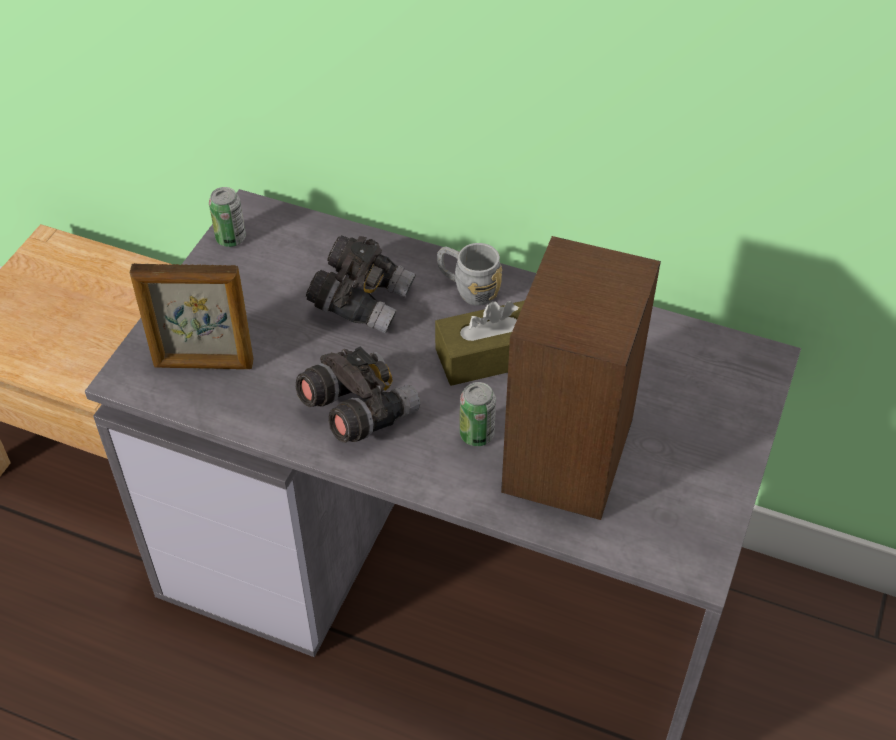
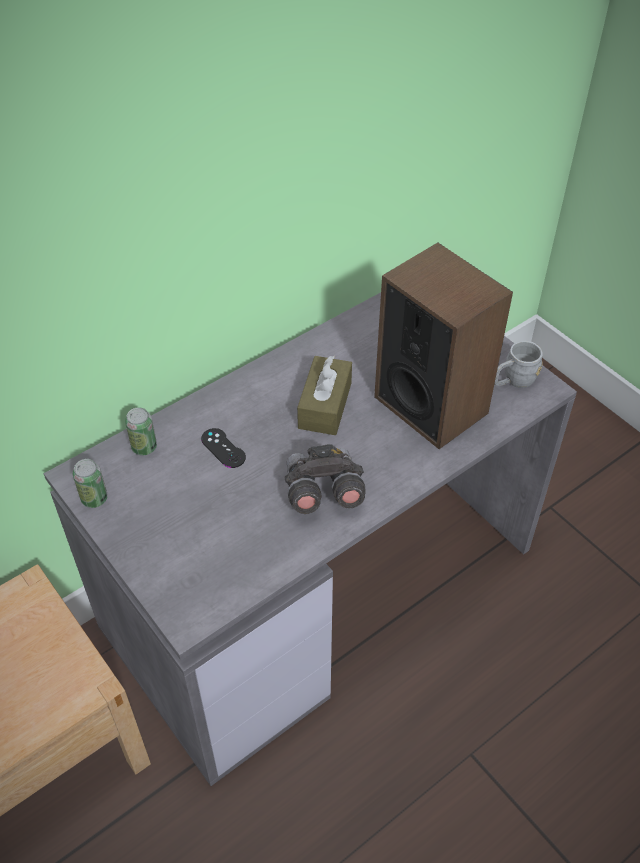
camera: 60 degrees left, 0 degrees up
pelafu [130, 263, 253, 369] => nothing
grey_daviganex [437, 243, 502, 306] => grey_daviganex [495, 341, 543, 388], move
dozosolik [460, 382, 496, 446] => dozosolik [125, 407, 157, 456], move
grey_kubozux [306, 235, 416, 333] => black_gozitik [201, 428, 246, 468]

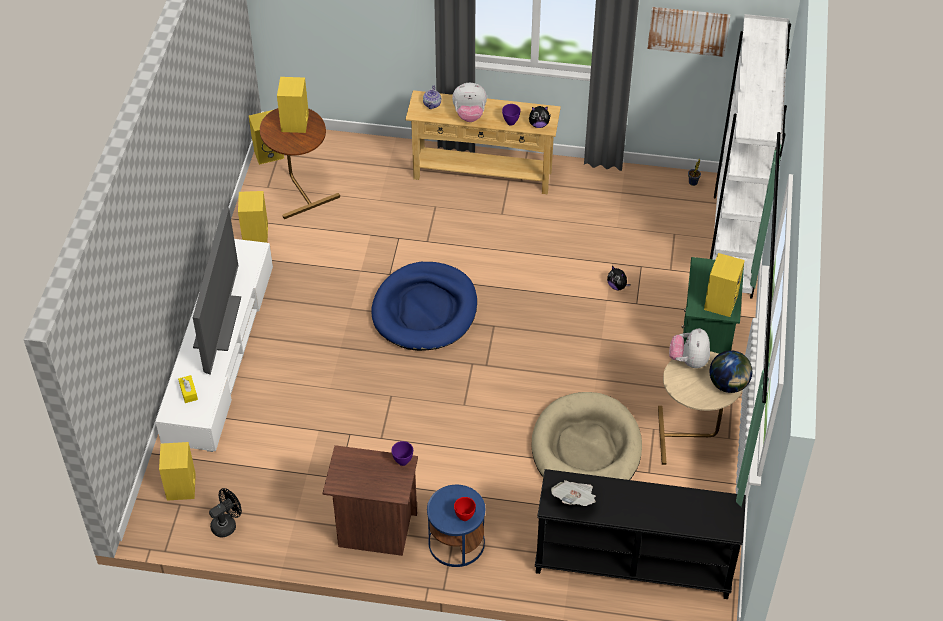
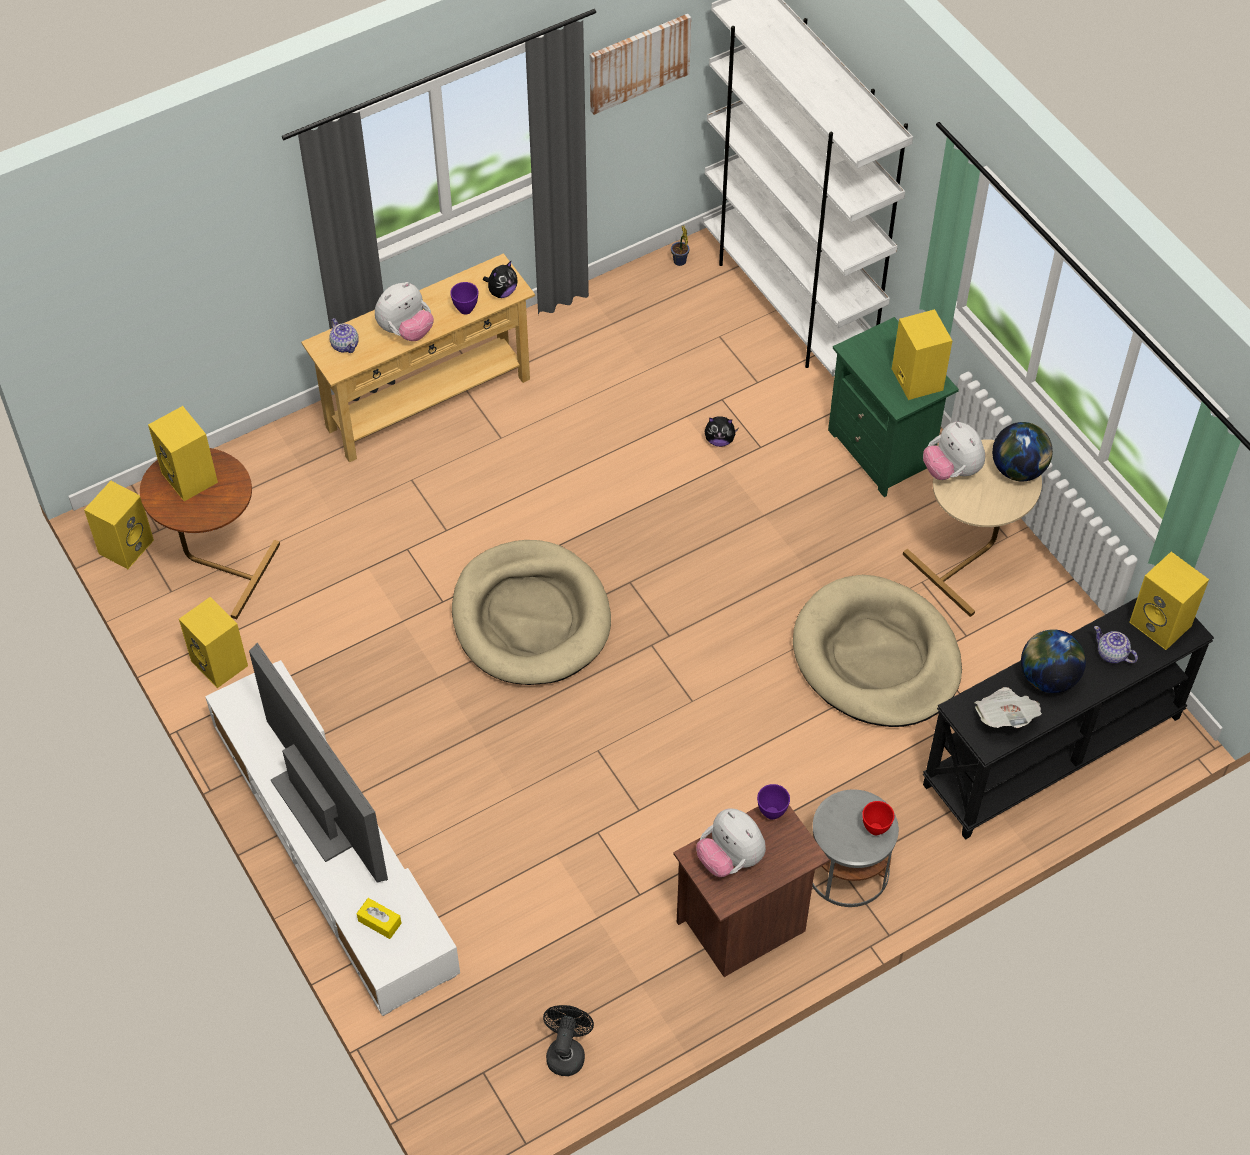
camera: 40 degrees left, 5 degrees up
nothing => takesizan [696, 809, 766, 877]
nothing => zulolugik [1021, 629, 1086, 693]
nothing => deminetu [1094, 626, 1138, 663]
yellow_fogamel [159, 442, 196, 501] => yellow_fogamel [1129, 552, 1209, 650], move
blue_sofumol [371, 262, 477, 351] => beige_sofumol [452, 540, 611, 685]
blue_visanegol [427, 485, 485, 567] => grey_visanegol [812, 790, 899, 907]

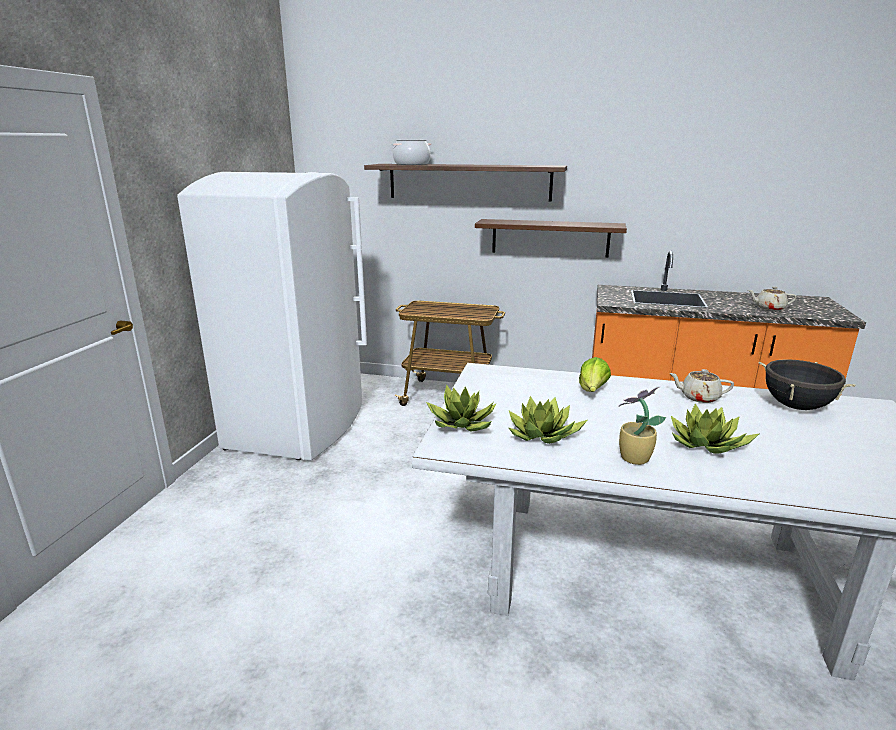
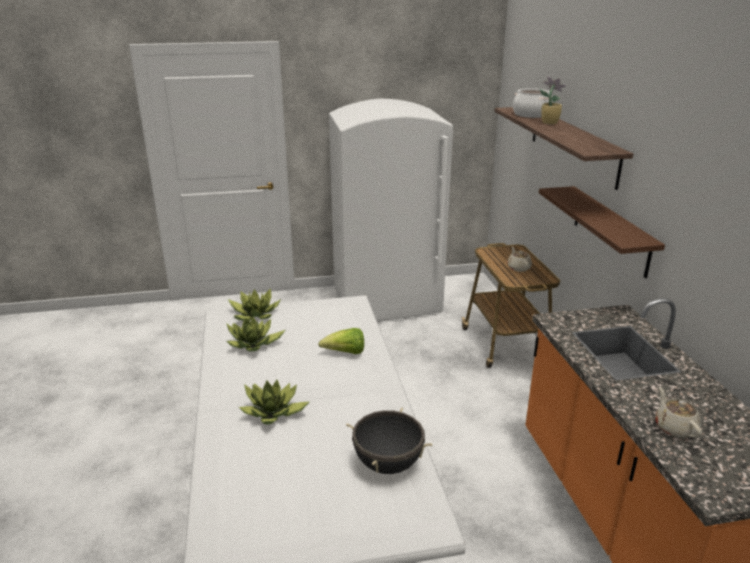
camera: 65 degrees right, 5 degrees up
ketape [618, 386, 666, 465] => ketape [540, 76, 567, 124], move
beige_deminetu [669, 369, 734, 403] => beige_deminetu [507, 247, 532, 272], move

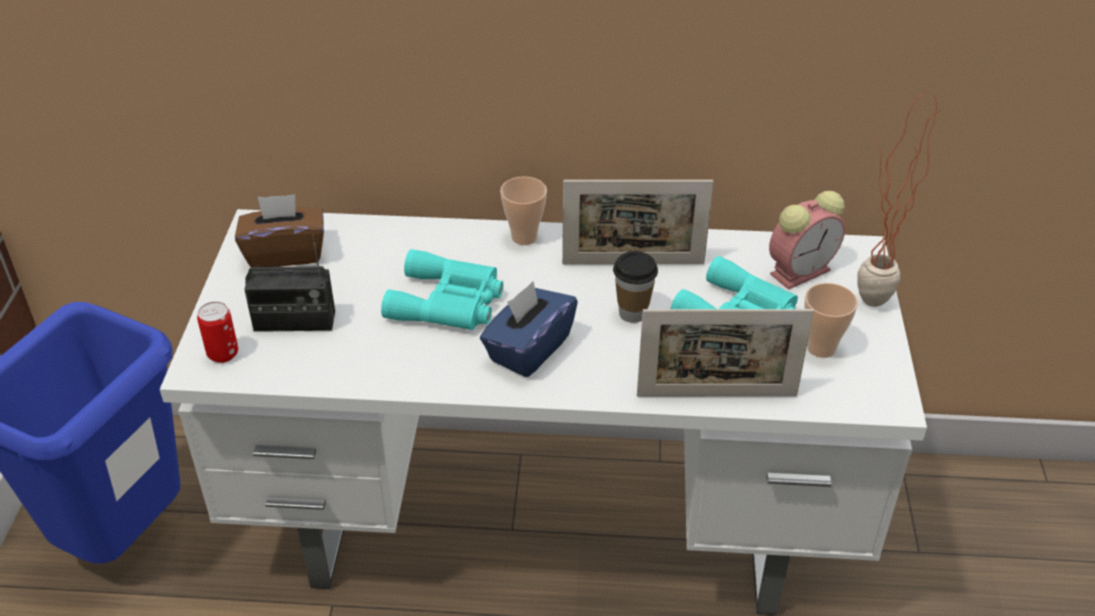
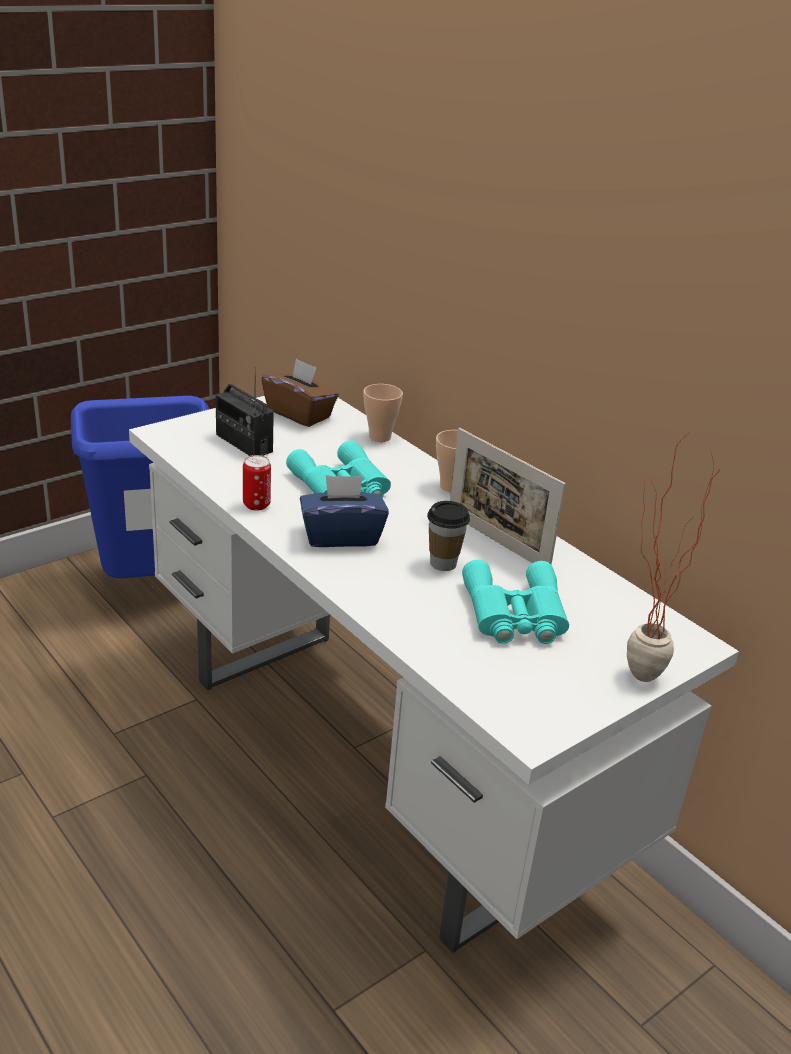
camera: 45 degrees right, 10 degrees down
pelafu [637, 309, 814, 397] => nothing
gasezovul [769, 191, 845, 290] => nothing
dozosolik [197, 301, 238, 363] => dozosolik [243, 455, 271, 511], move
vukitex [804, 283, 858, 358] => vukitex [363, 384, 403, 442], move

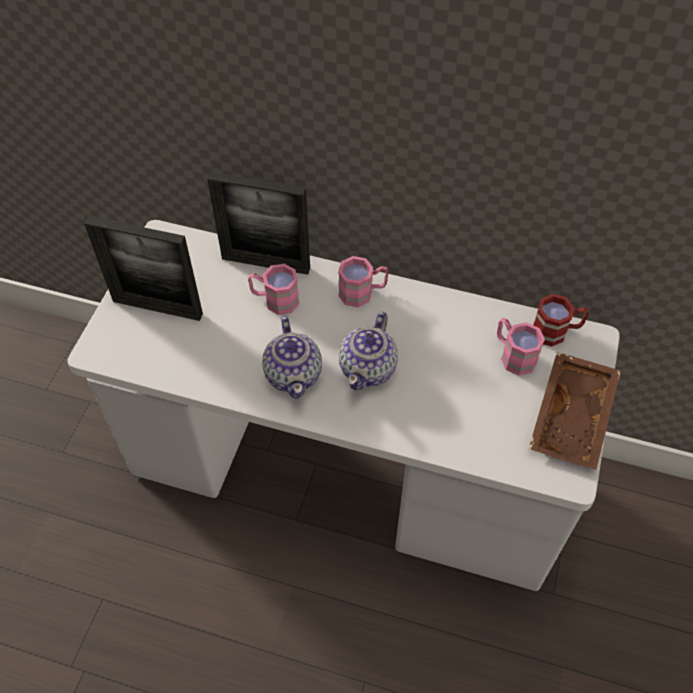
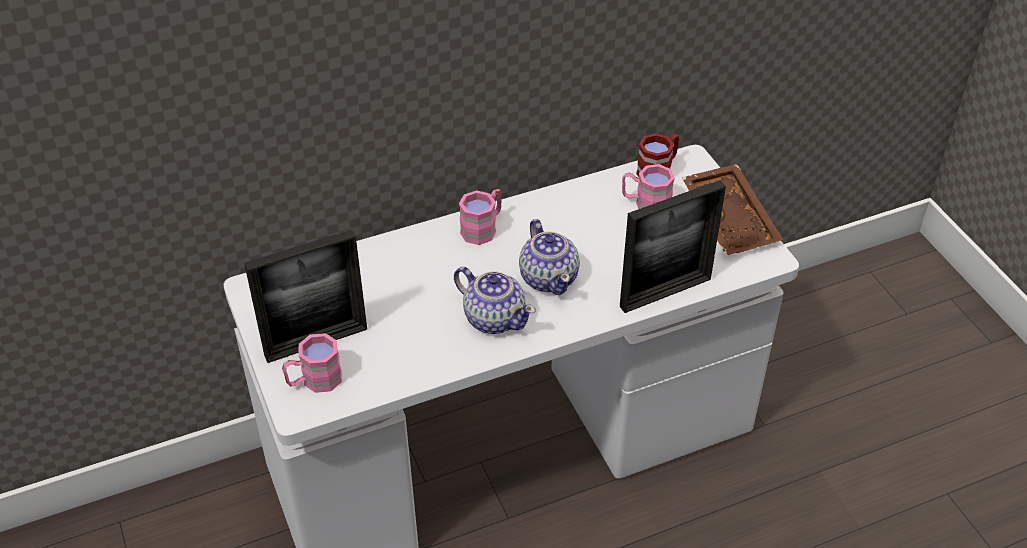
camera: 40 degrees left, 10 degrees down
pelafu [207, 172, 310, 275] => pelafu [620, 180, 726, 313], move
pink_daviganex [248, 264, 299, 315] => pink_daviganex [282, 333, 342, 393], move

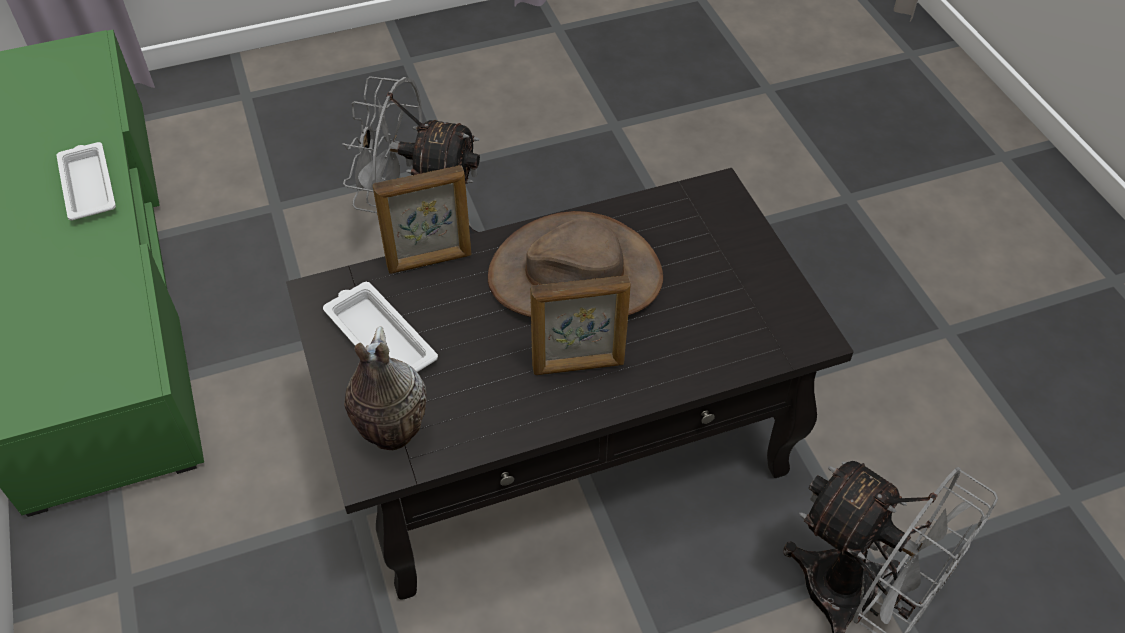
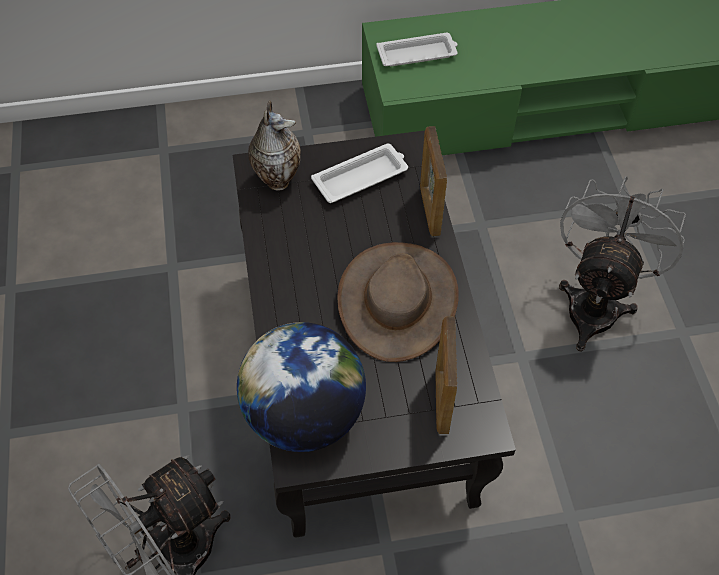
camera: 100 degrees right, 5 degrees up
nothing => zulolugik [237, 322, 366, 452]
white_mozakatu [56, 142, 116, 221] => white_mozakatu [376, 33, 458, 66], move
pelafu [530, 275, 631, 375] => pelafu [436, 316, 457, 434], move

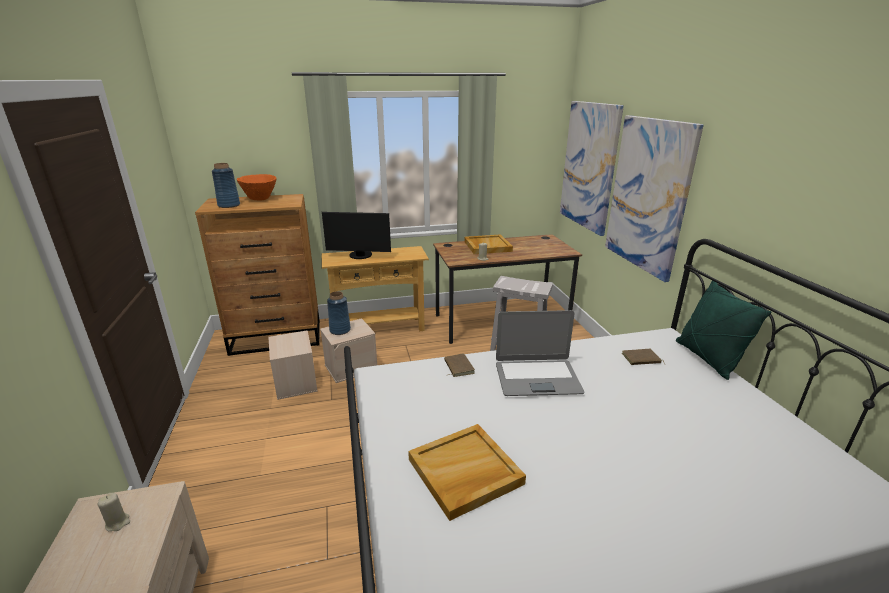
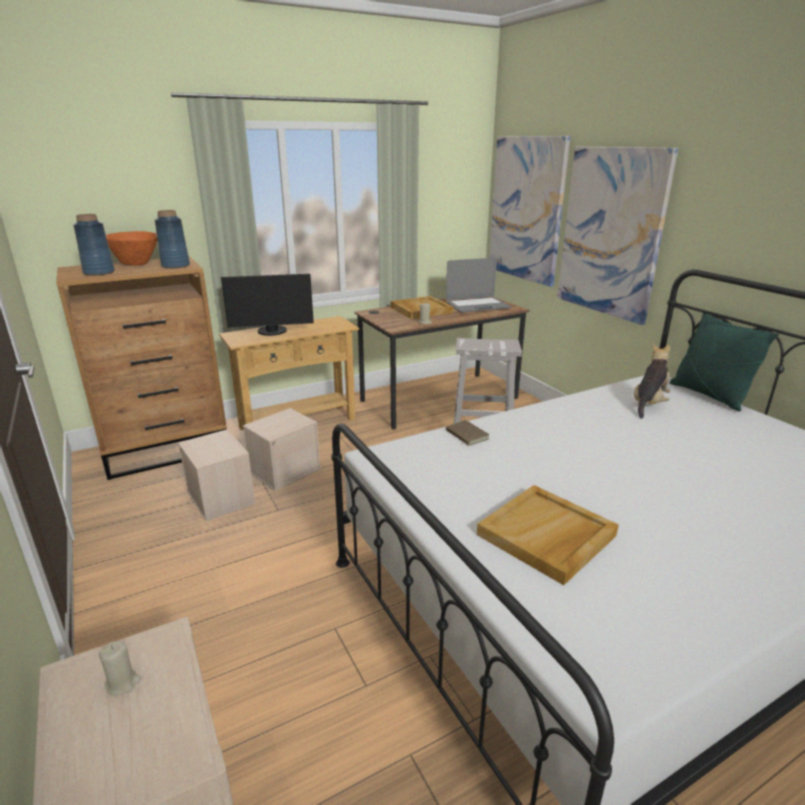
camera: 15 degrees left, 0 degrees up
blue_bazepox [327, 291, 351, 335] => blue_bazepox [155, 210, 190, 269], move
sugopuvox [496, 310, 584, 396] => sugopuvox [446, 258, 511, 312], move
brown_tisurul [622, 349, 665, 365] => takesizan [634, 344, 670, 419]

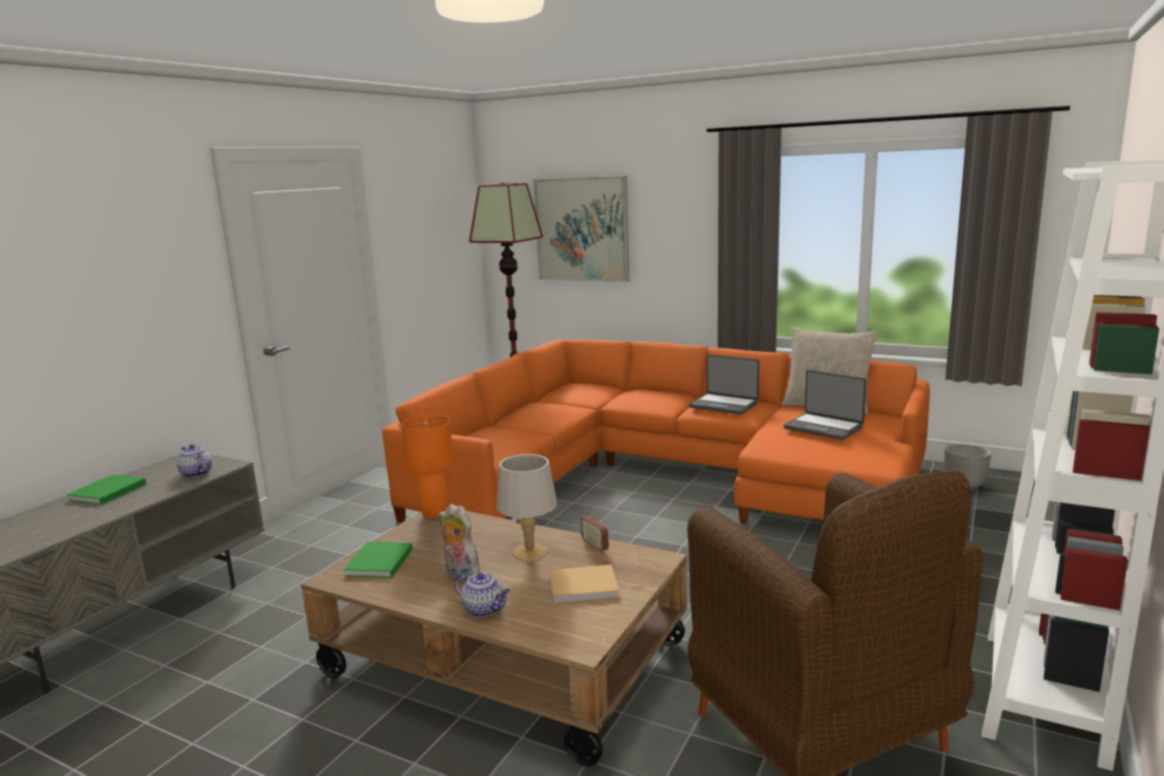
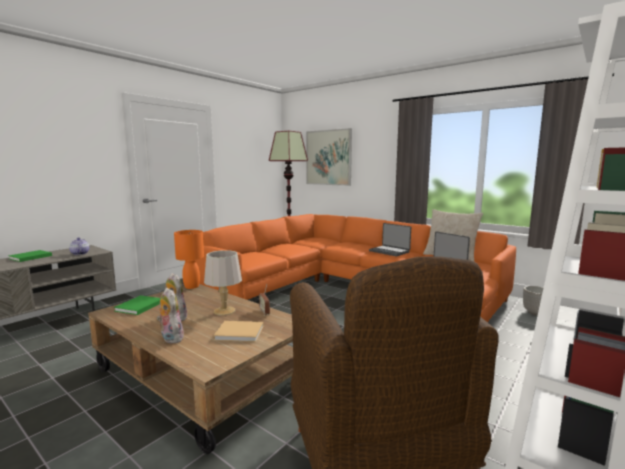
camera: 10 degrees right, 5 degrees down
deminetu [454, 572, 510, 617] => takesizan [157, 288, 184, 344]

